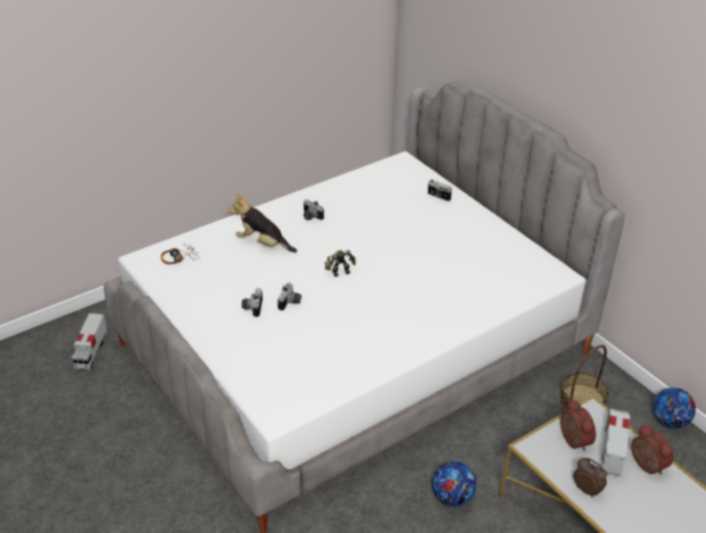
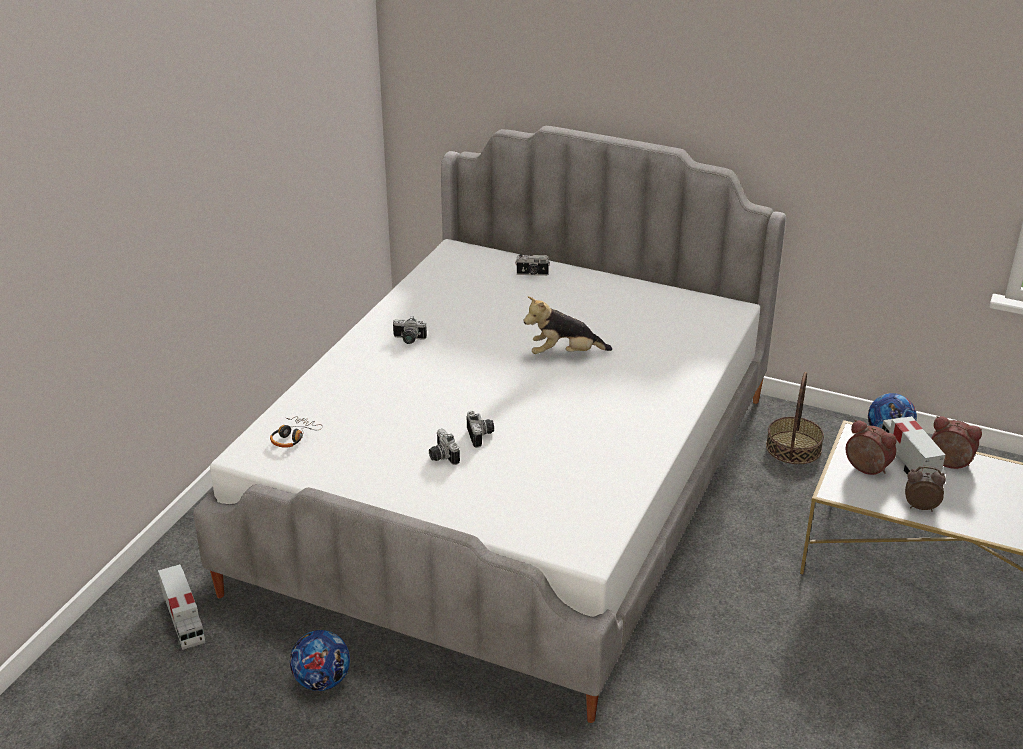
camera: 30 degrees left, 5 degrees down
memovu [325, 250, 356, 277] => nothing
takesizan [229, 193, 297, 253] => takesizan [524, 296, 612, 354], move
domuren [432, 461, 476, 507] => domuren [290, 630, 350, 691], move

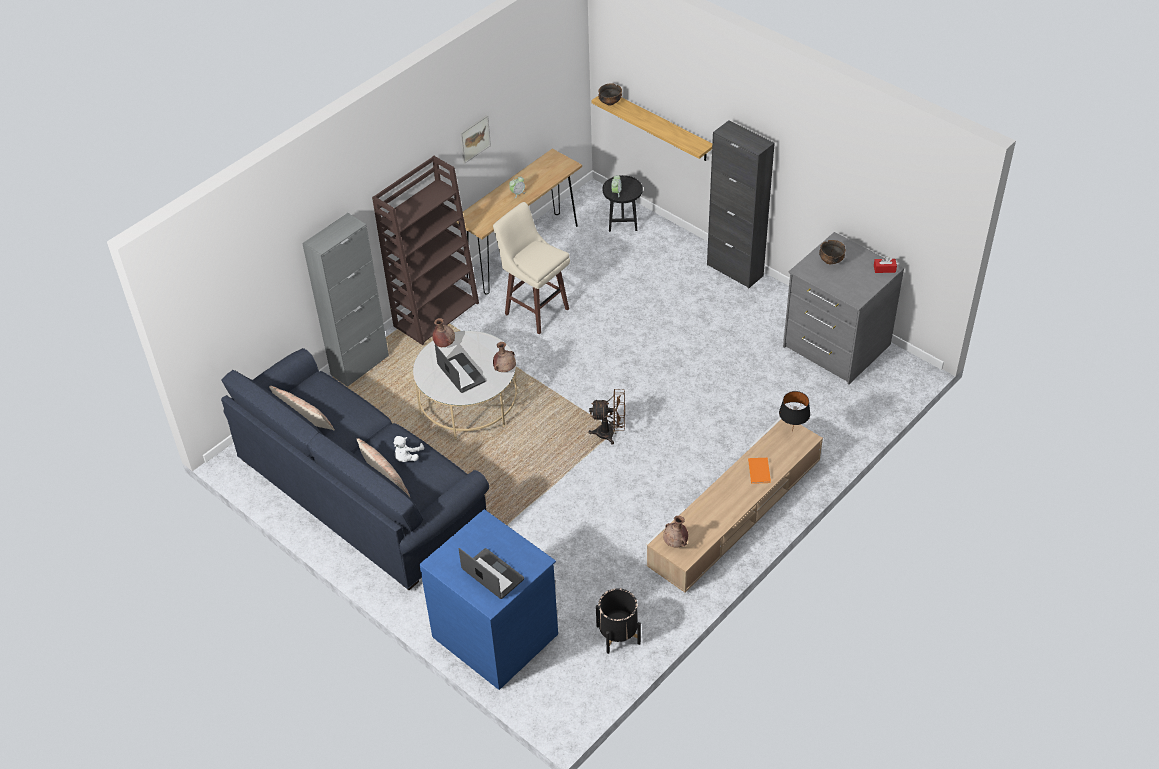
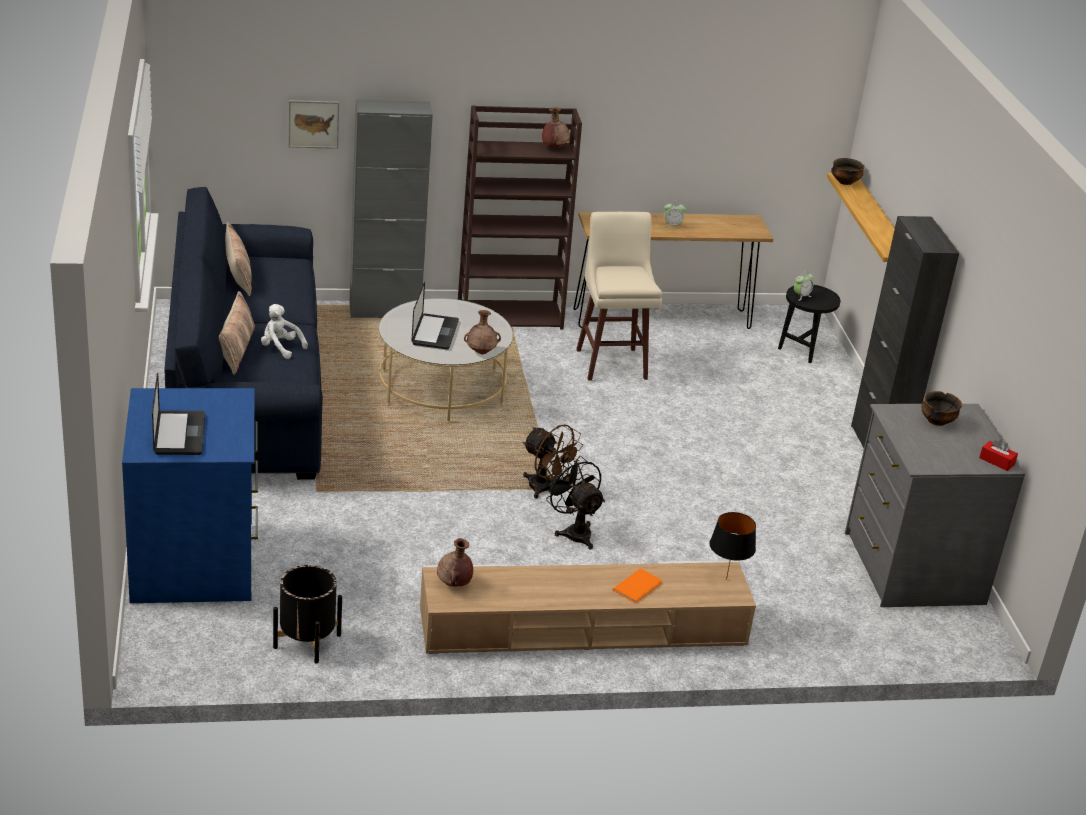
camera: 35 degrees right, 15 degrees down
nothing => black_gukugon [544, 456, 605, 549]
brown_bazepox [432, 318, 455, 347] => brown_bazepox [542, 108, 570, 149], move
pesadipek [460, 115, 491, 164] => pesadipek [288, 100, 339, 149], move
white_takesizan [394, 436, 424, 462] => white_takesizan [261, 304, 308, 359], 60 degrees clockwise

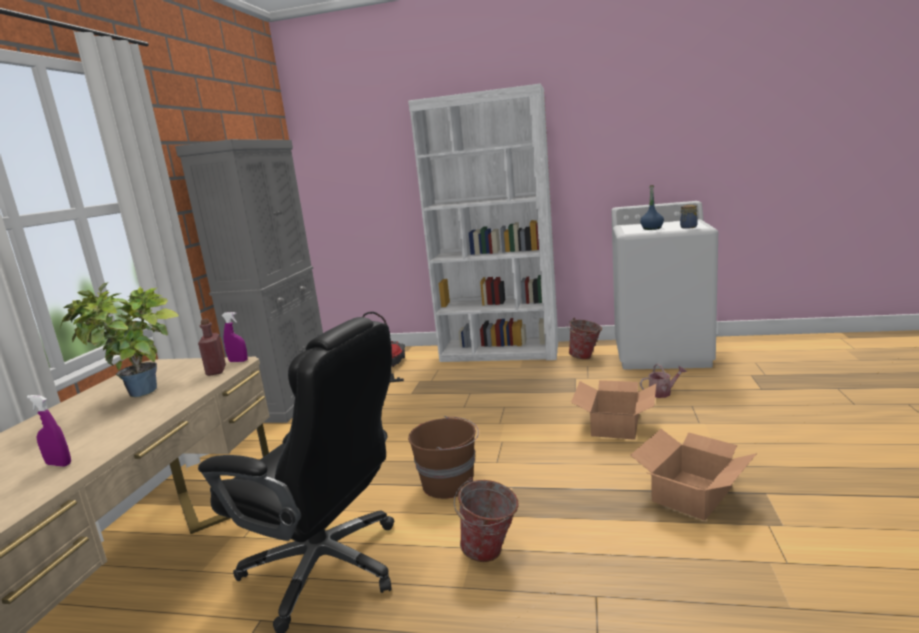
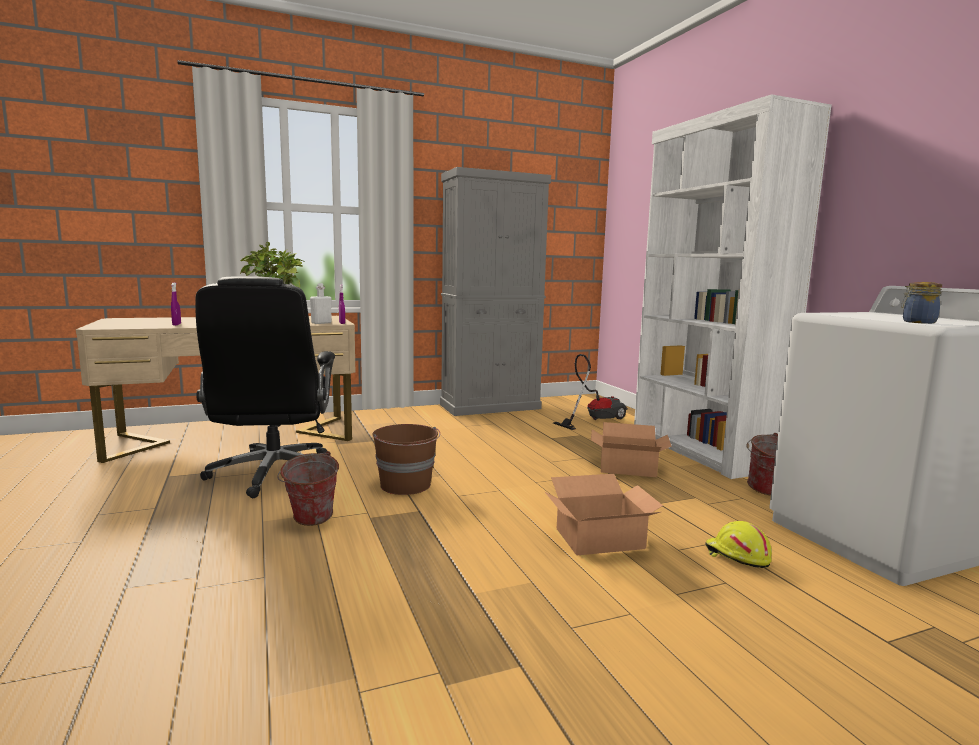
camera: 55 degrees right, 5 degrees down
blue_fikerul [640, 185, 664, 230] => nothing
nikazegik [630, 429, 757, 521] => nikazegik [591, 422, 672, 477], move
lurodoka [640, 363, 687, 398] => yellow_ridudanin [705, 521, 772, 568]
red_fikerul [198, 318, 226, 376] => white_fikerul [310, 283, 332, 324]

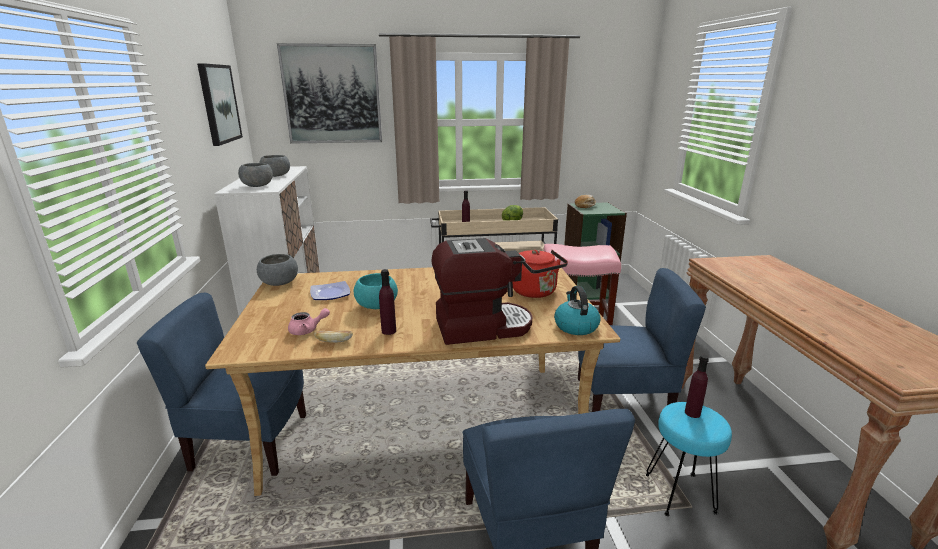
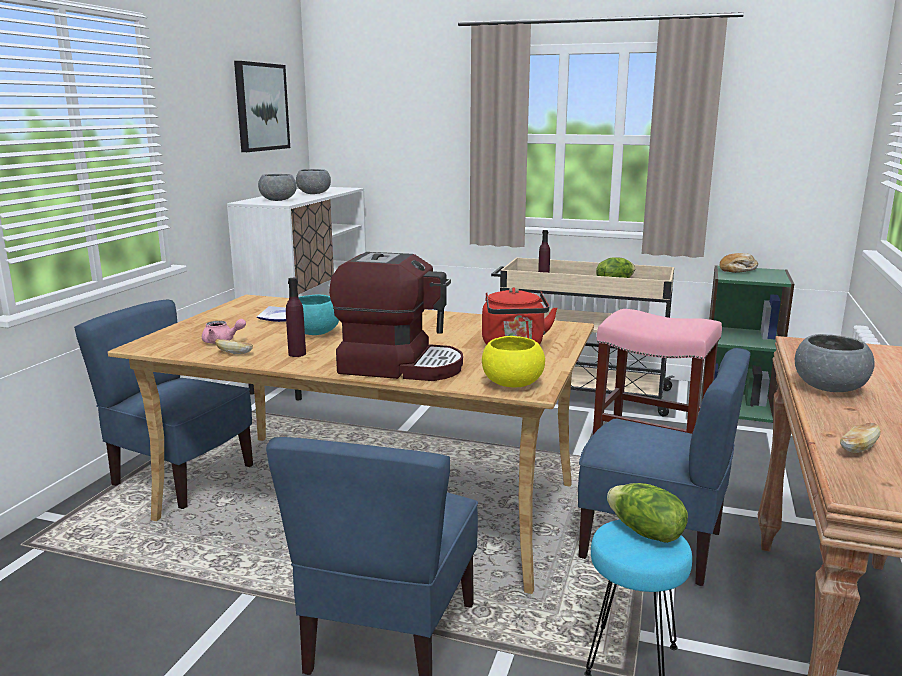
camera: 25 degrees right, 5 degrees down
pesadipek [277, 43, 382, 144] => nothing
nothing => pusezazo [840, 423, 881, 453]
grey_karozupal [257, 254, 298, 286] => grey_karozupal [795, 334, 875, 392], move
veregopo [554, 286, 600, 335] => yellow_karozupal [482, 336, 545, 387]
purple_fikerul [685, 355, 709, 418] => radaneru [607, 483, 688, 543]

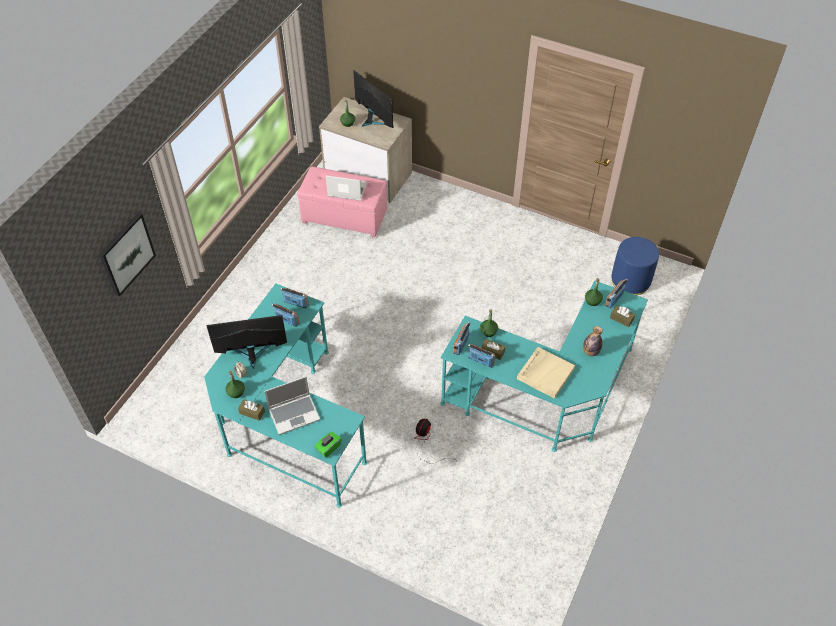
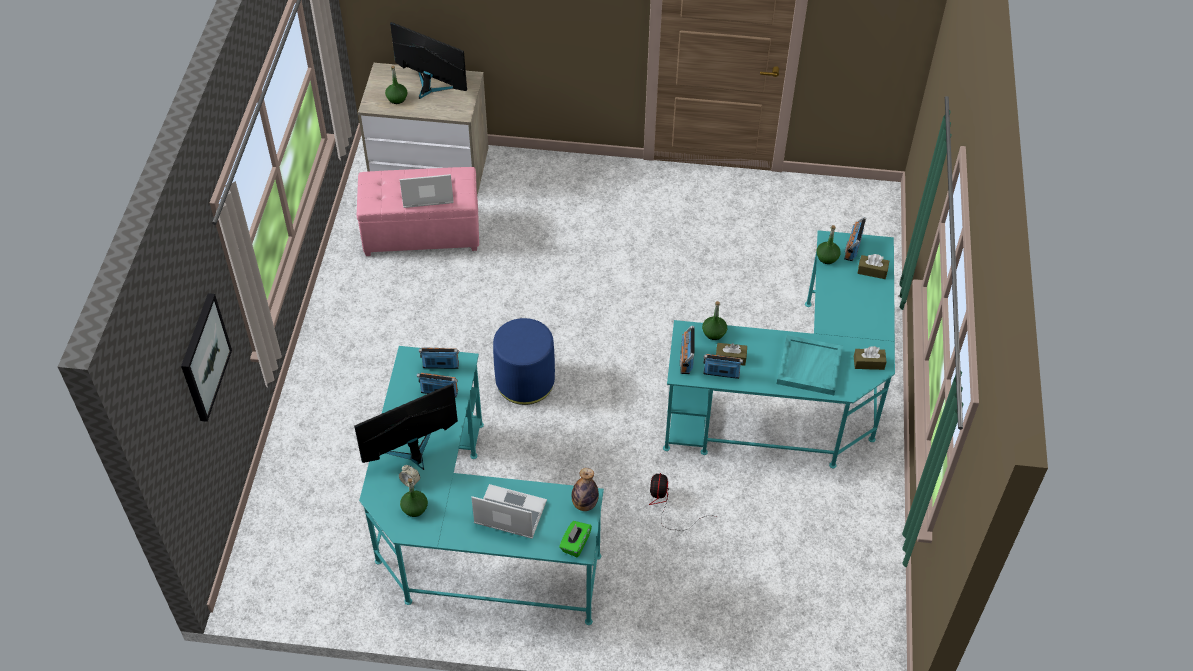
camera: 20 degrees left, 0 degrees up
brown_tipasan [238, 399, 265, 421] => brown_tipasan [854, 346, 887, 370], move
fikerul [583, 326, 603, 356] => fikerul [572, 468, 599, 511], move
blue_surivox [612, 237, 659, 295] => blue_surivox [493, 318, 555, 405], move
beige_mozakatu [517, 347, 575, 399] => turquoise_mozakatu [777, 335, 843, 395]
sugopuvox [265, 376, 320, 435] => sugopuvox [471, 484, 547, 539], 120 degrees counterclockwise

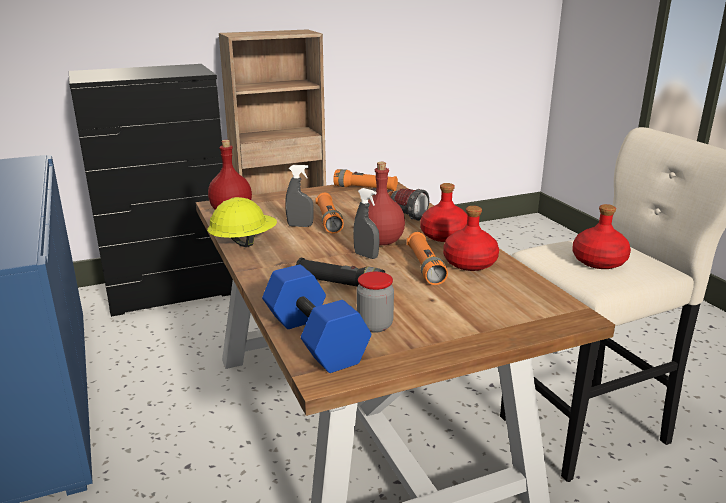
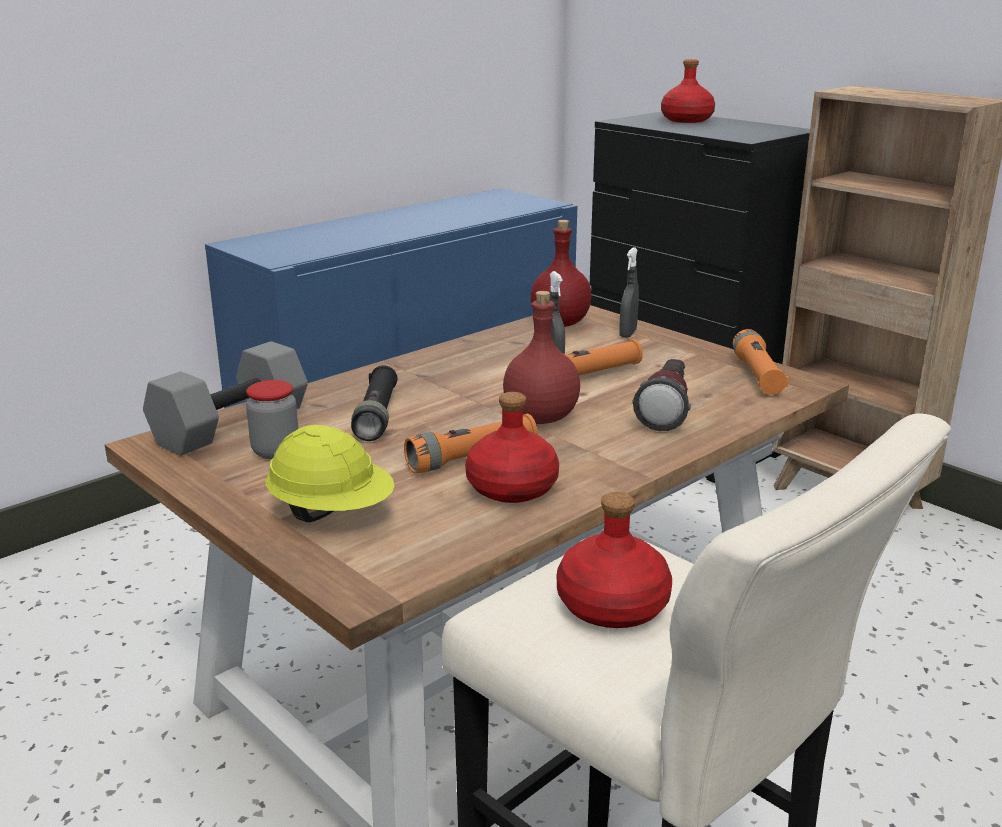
camera: 70 degrees right, 0 degrees up
yellow_ridudanin [207, 197, 277, 247] => yellow_ridudanin [266, 425, 395, 522], move
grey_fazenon [353, 188, 379, 259] => grey_fazenon [619, 247, 639, 338], move
red_fikerul [420, 183, 467, 242] => red_fikerul [661, 59, 715, 123], move
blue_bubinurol [262, 265, 371, 373] => grey_bubinurol [143, 341, 308, 456]

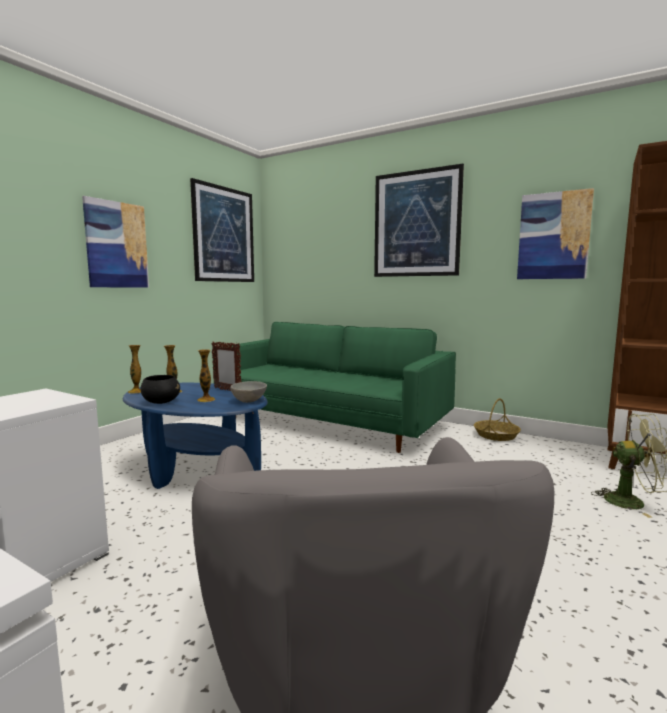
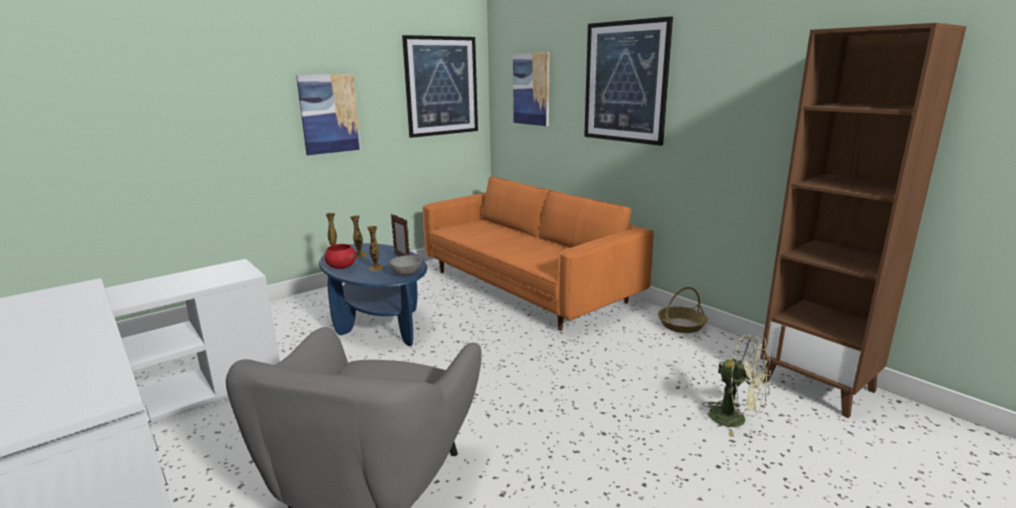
camera: 20 degrees right, 10 degrees up
pesadipek [517, 188, 594, 279] => pesadipek [513, 52, 550, 126], move
black_karozupal [141, 375, 180, 404] => red_karozupal [324, 244, 356, 269]
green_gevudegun [213, 322, 456, 453] => orange_gevudegun [423, 176, 654, 331]

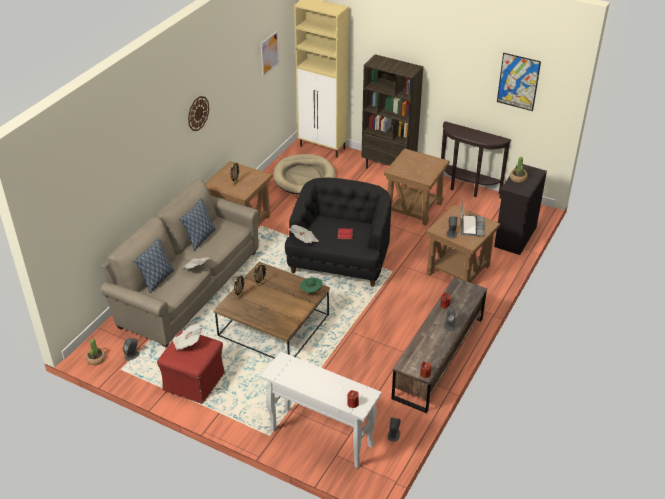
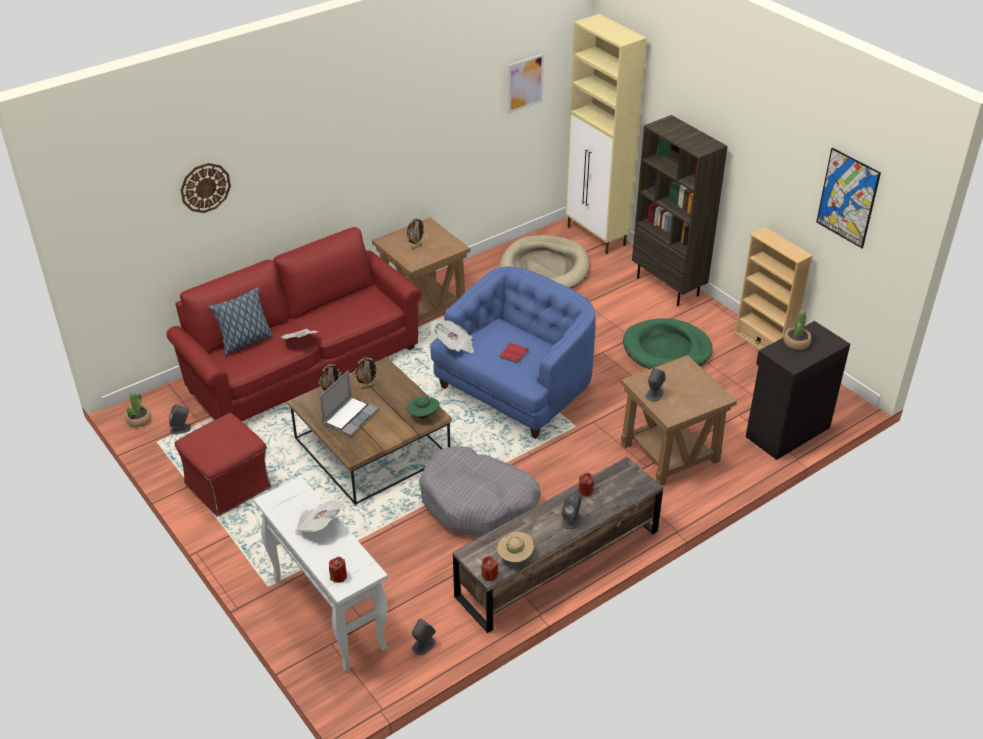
camera: 25 degrees right, 0 degrees up
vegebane [179, 198, 216, 250] => nothing
nothing => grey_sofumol [419, 446, 541, 537]
nothing => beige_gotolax [497, 532, 534, 563]
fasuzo [173, 324, 203, 350] => fasuzo [295, 501, 341, 532], move
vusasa [188, 96, 209, 131] => vusasa [180, 163, 231, 213], move
sugopuvox [461, 197, 485, 237] => sugopuvox [320, 370, 379, 436], move
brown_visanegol [384, 148, 449, 225] => green_sofumol [623, 318, 713, 369]
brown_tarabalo [441, 121, 512, 197] => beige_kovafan [734, 227, 813, 350]
beige_gevudegun [101, 179, 259, 347] => red_gevudegun [167, 227, 421, 421]
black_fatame [285, 177, 391, 287] => blue_fatame [430, 266, 596, 439]

